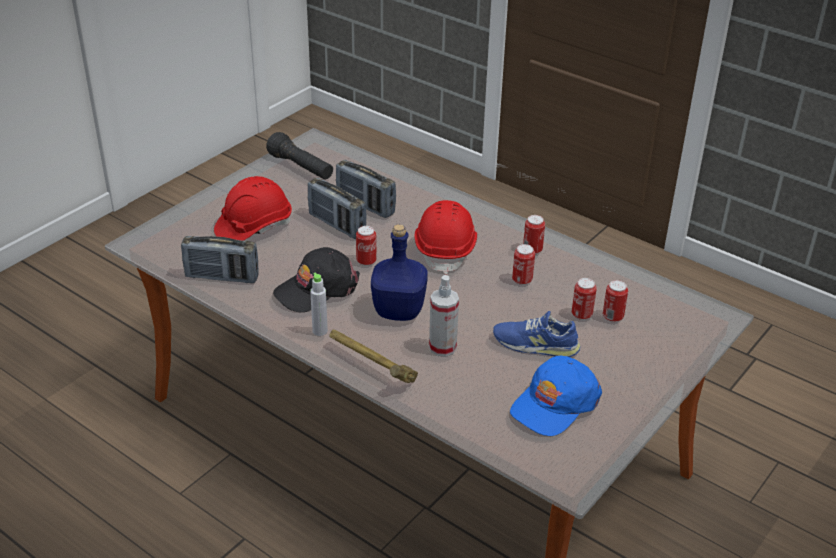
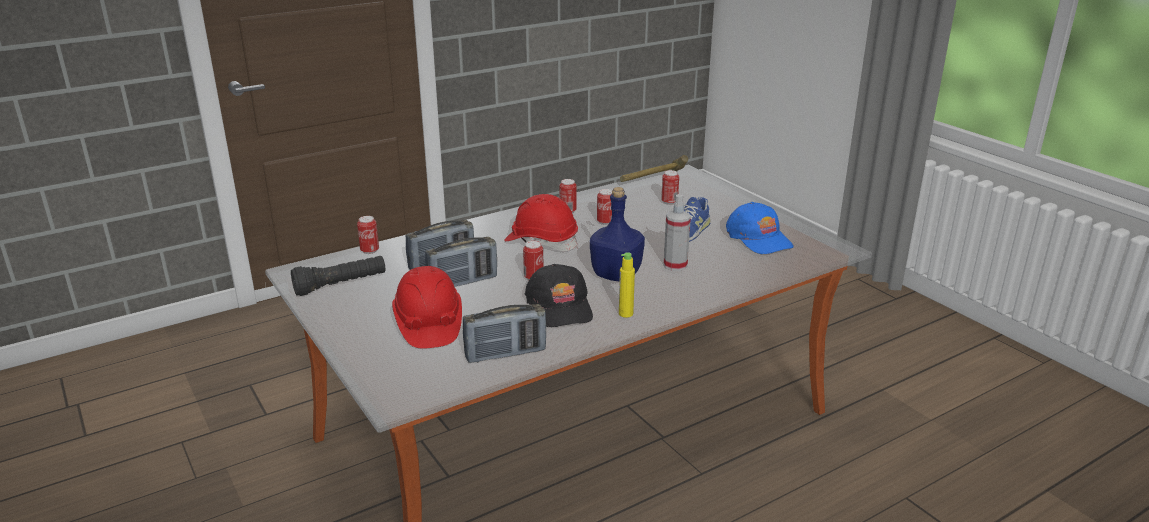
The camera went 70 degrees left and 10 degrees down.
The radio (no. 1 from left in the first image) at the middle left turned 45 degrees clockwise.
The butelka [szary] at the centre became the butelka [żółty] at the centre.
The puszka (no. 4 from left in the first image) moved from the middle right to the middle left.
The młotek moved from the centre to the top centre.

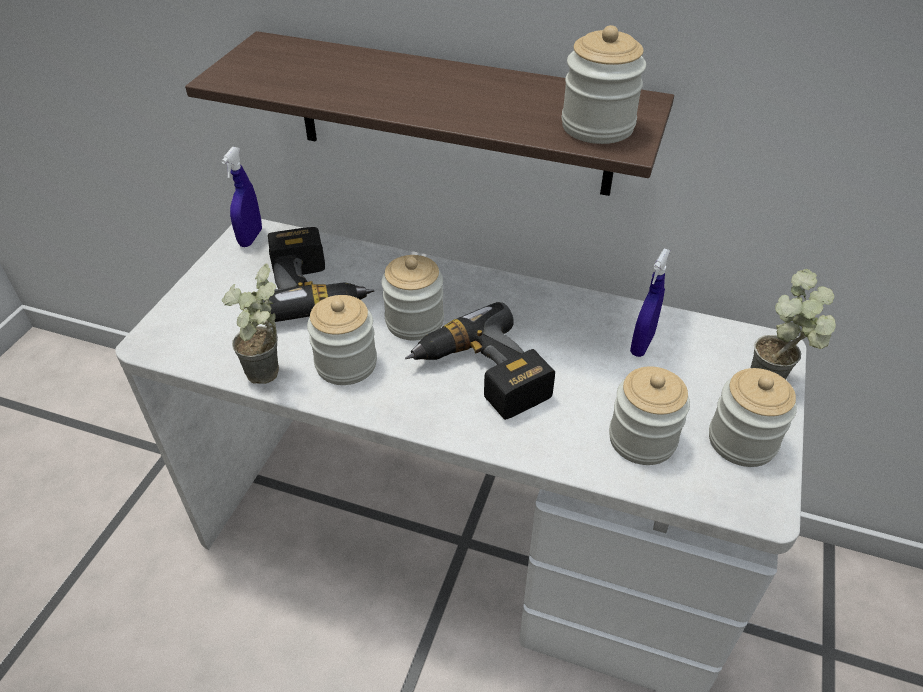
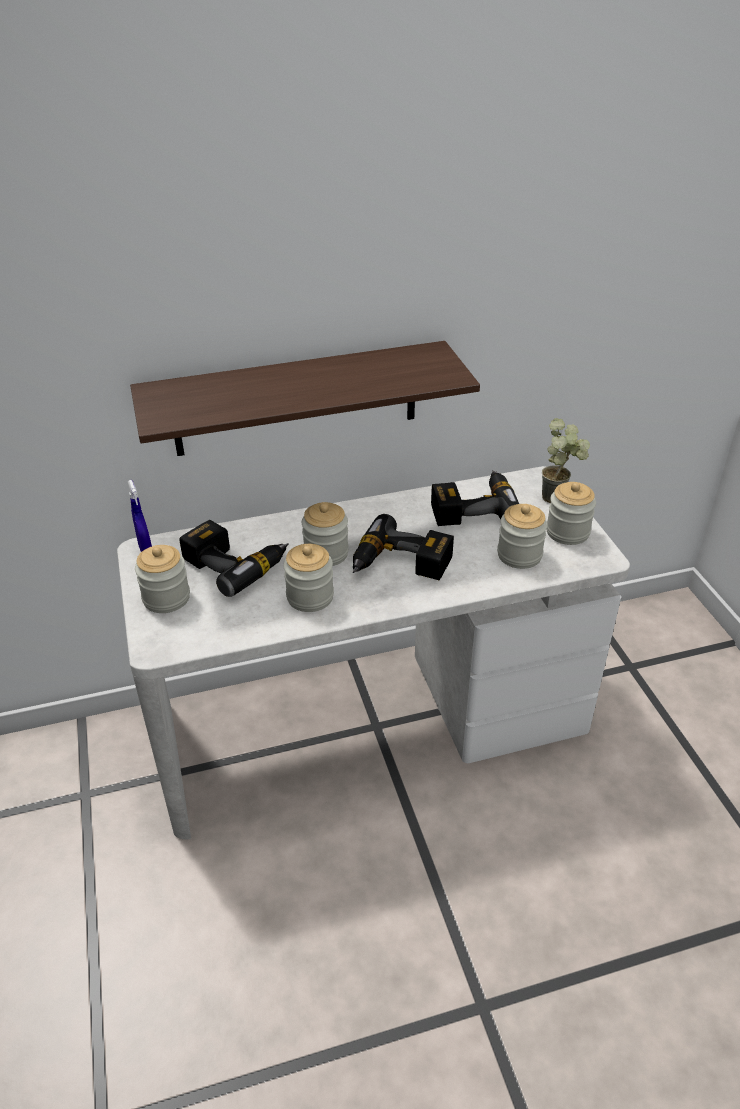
The camera went 35 degrees left and 5 degrees down.
The słoik (no. 3 from left in the first image) moved from the top centre to the middle left.
The spryskiwacz [niebieski] (no. 2 from left) at the middle right was replaced by the wiertarka (no. 3 from left) at the centre.
The roślina doniczkowa (no. 1 from left) at the middle left disappeared.

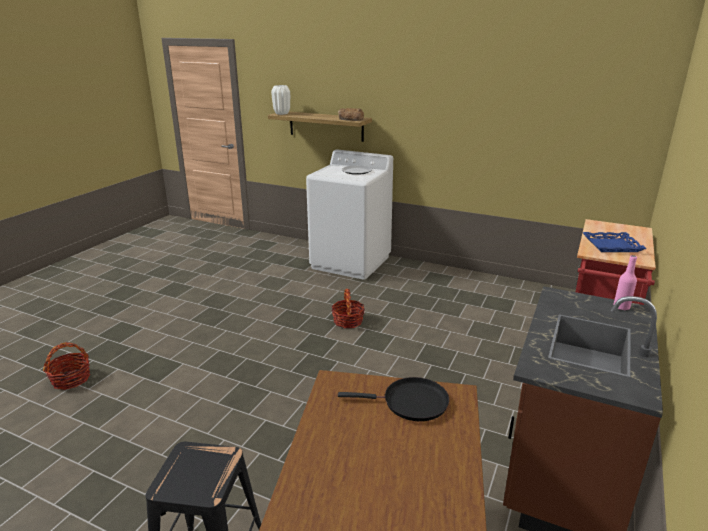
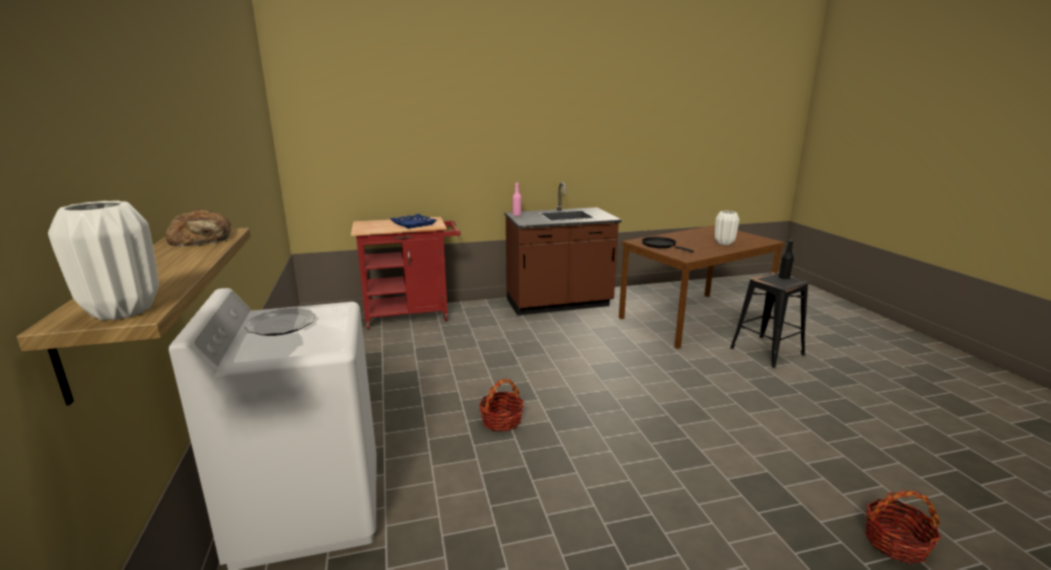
The camera went 130 degrees left and 5 degrees down.
The wazon [biały] (no. 2 from left) at the middle right appeared.
The butelka [czarny] at the middle right appeared.

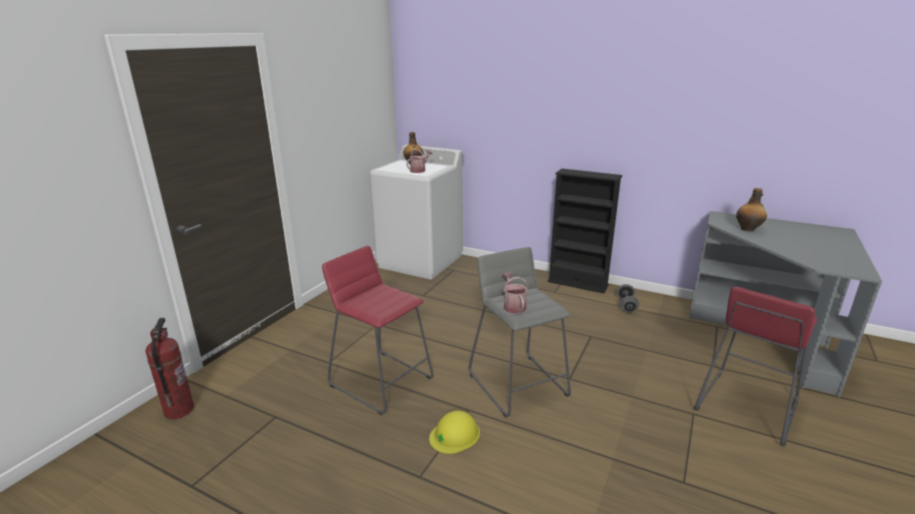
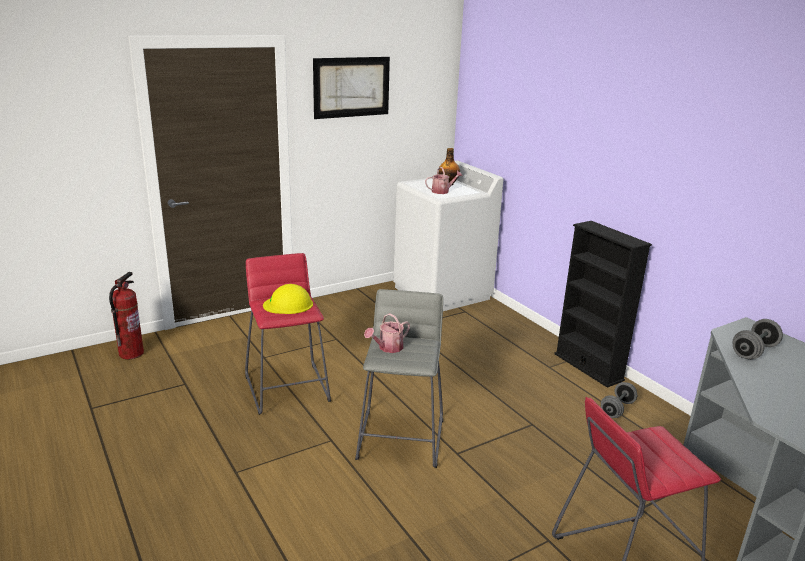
The camera went 30 degrees right and 0 degrees up.
The butelka (no. 2 from left) at the middle right was replaced by the hantel [szary] (no. 2 from left) at the middle right.
The konewka (no. 2 from left in the first image) at the centre turned 150 degrees counterclockwise.
The kask [żółty] moved from the bottom centre to the centre.
The obraz at the top centre appeared.

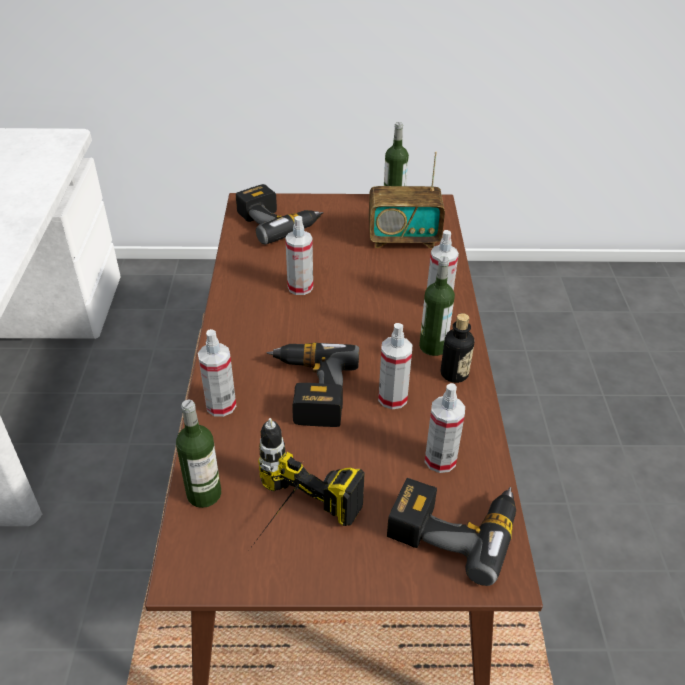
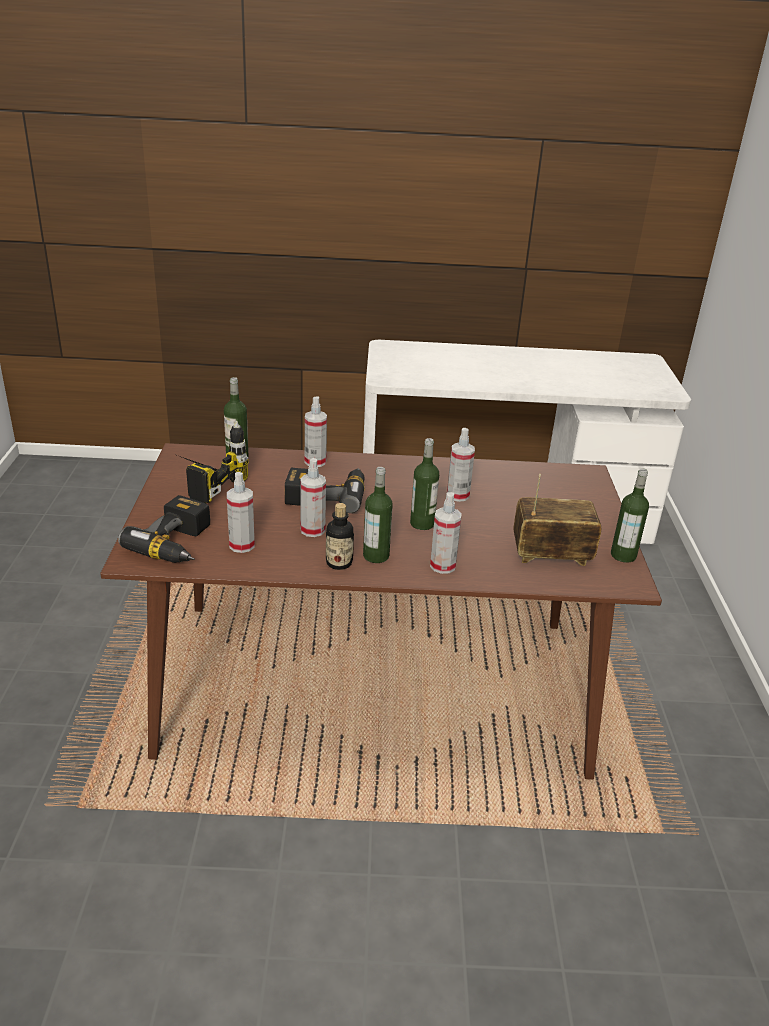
The camera went 90 degrees right and 10 degrees down.
The radio at the top centre turned 90 degrees clockwise.
The wiertarka (no. 1 from left) at the top centre disappeared.
The butelka (no. 4 from left) at the centre appeared.

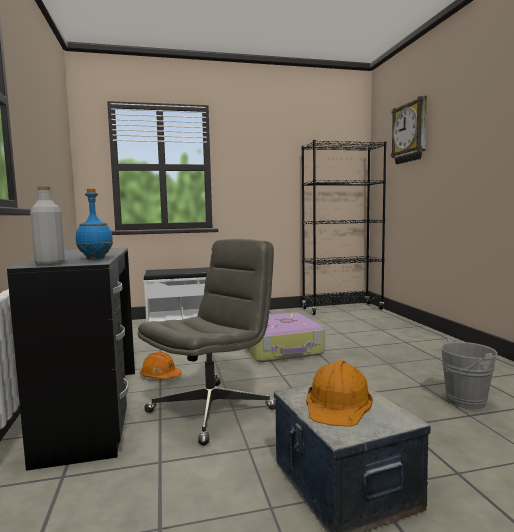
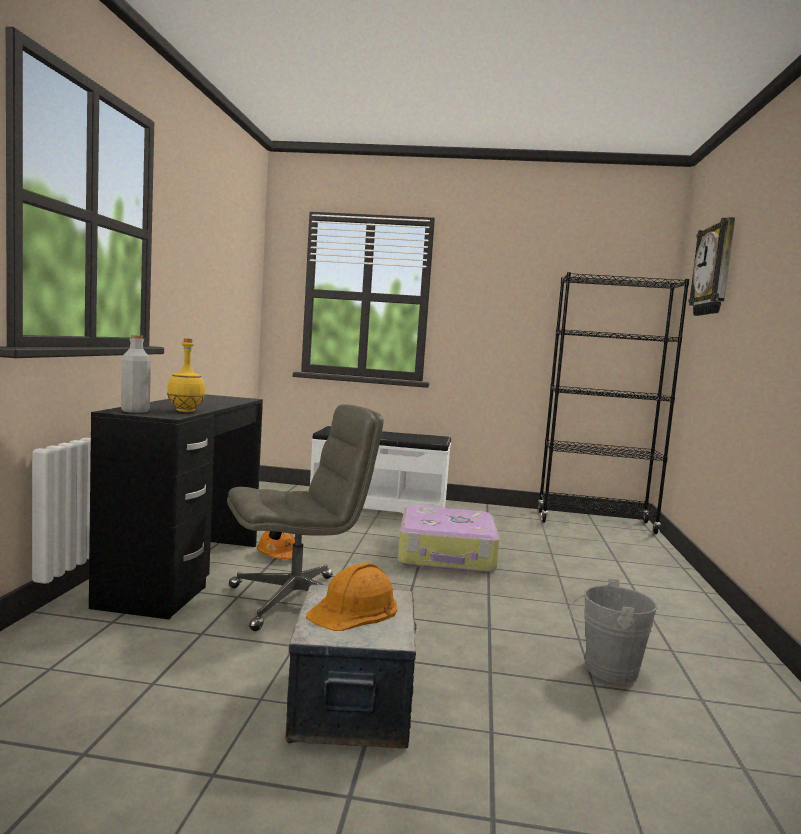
The camera went 20 degrees right and 0 degrees up.
The butelka [niebieski] at the middle left became the butelka [żółty] at the middle left.

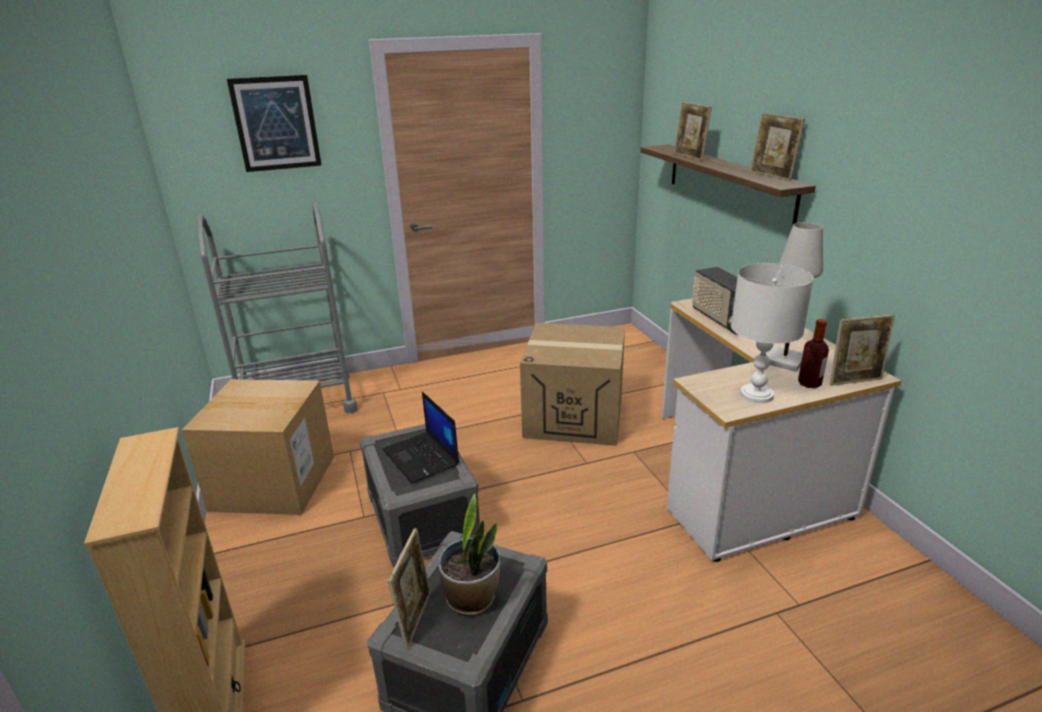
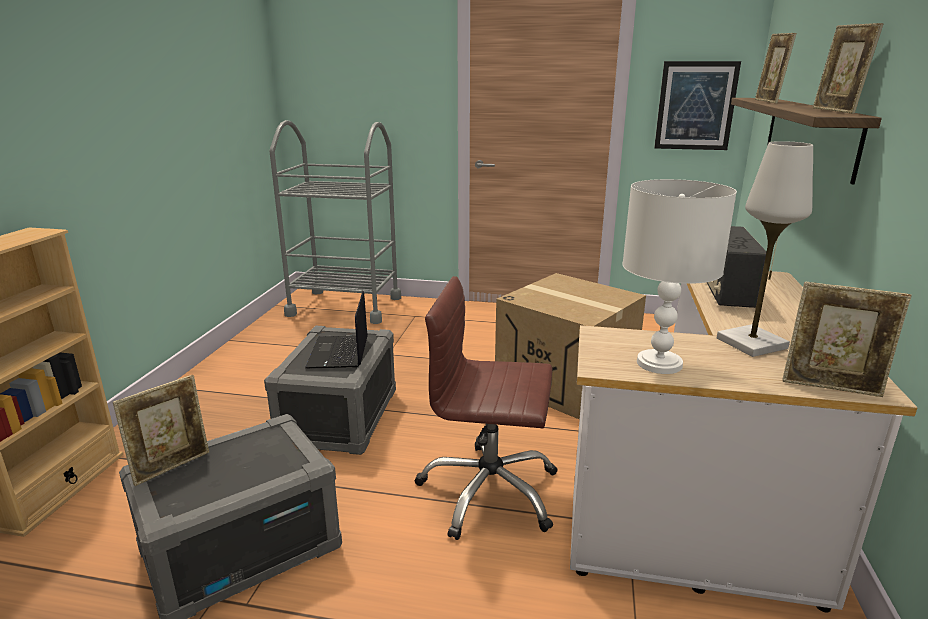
The camera went 30 degrees right and 5 degrees down.
The obraz moved from the top left to the top right.
The butelka at the middle right disappeared.
The karton (no. 1 from left) at the middle left disappeared.
The roślina doniczkowa at the bottom centre disappeared.
The krzesło biurowe [brązowy] at the centre appeared.

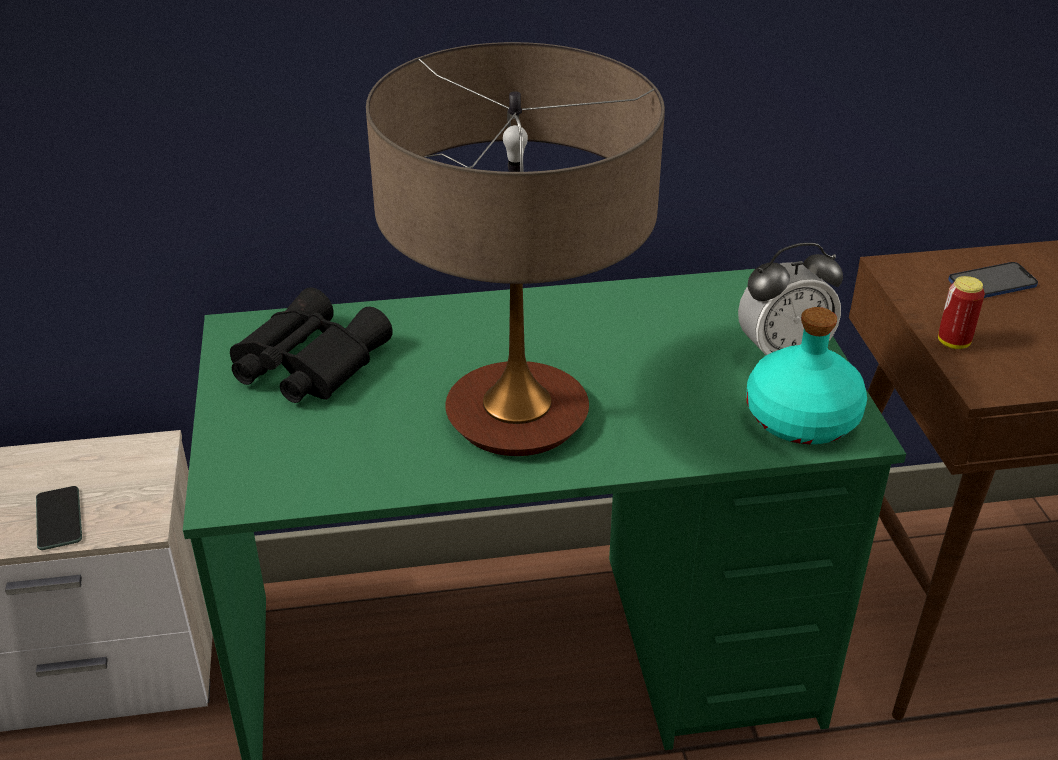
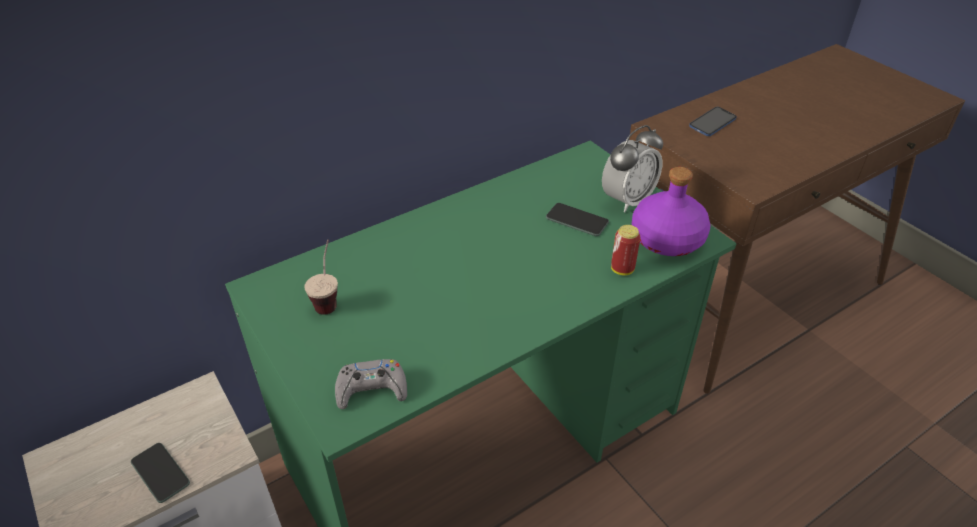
The camera went 25 degrees left and 5 degrees up.
The lampa stołowa at the top centre disappeared.
The puszka moved from the middle right to the centre.
The lornetka [czarny] at the middle left was replaced by the filiżanka at the middle left.
The butelka [turkusowy] at the middle right became the butelka [fioletowy] at the middle right.
The telefon (no. 2 from left) at the centre appeared.
The pad do gier [szary] at the bottom centre appeared.

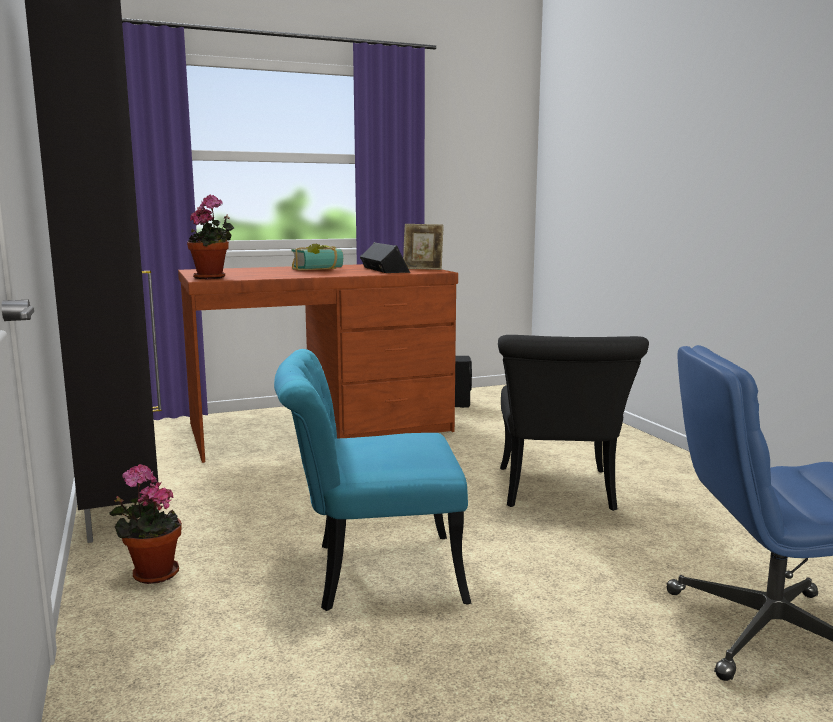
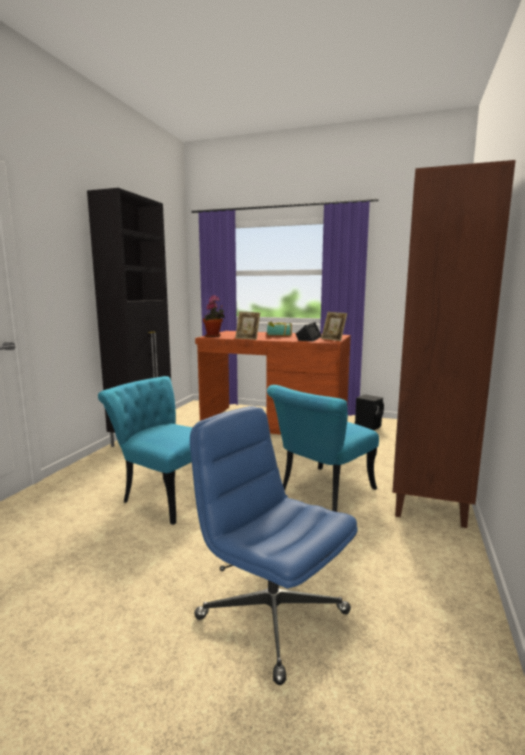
The camera went 40 degrees right and 0 degrees up.
The krzesło [czarny] at the middle right became the krzesło [turkusowy] (no. 2 from left) at the centre.
The roślina doniczkowa (no. 1 from left) at the bottom left disappeared.
The regał [brązowy] at the middle right appeared.
The ramka na zdjęcie (no. 1 from left) at the centre appeared.

